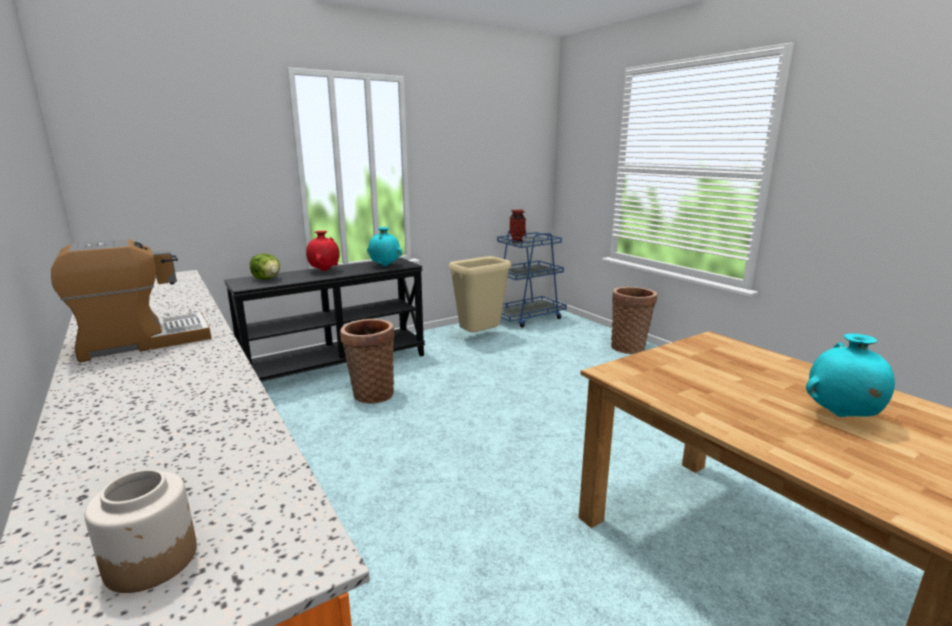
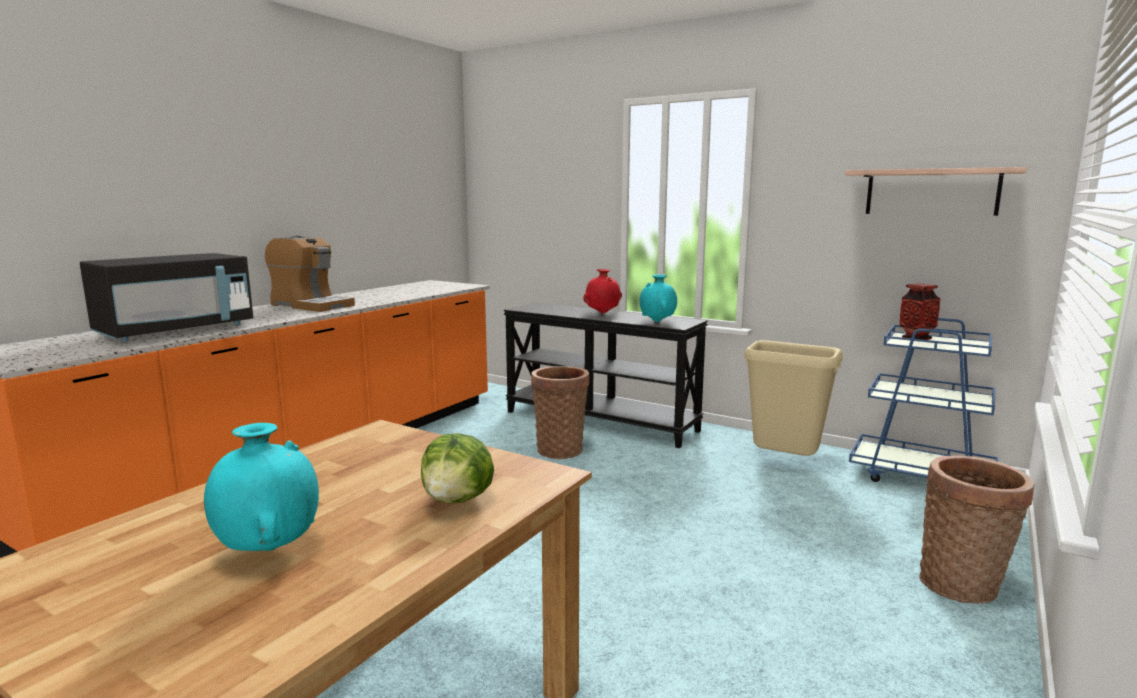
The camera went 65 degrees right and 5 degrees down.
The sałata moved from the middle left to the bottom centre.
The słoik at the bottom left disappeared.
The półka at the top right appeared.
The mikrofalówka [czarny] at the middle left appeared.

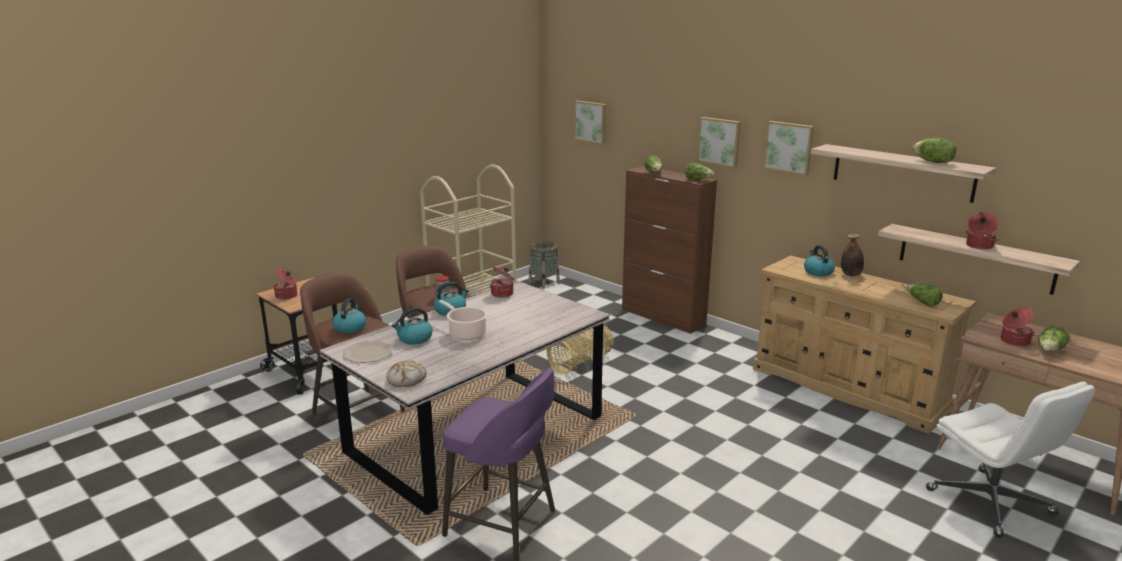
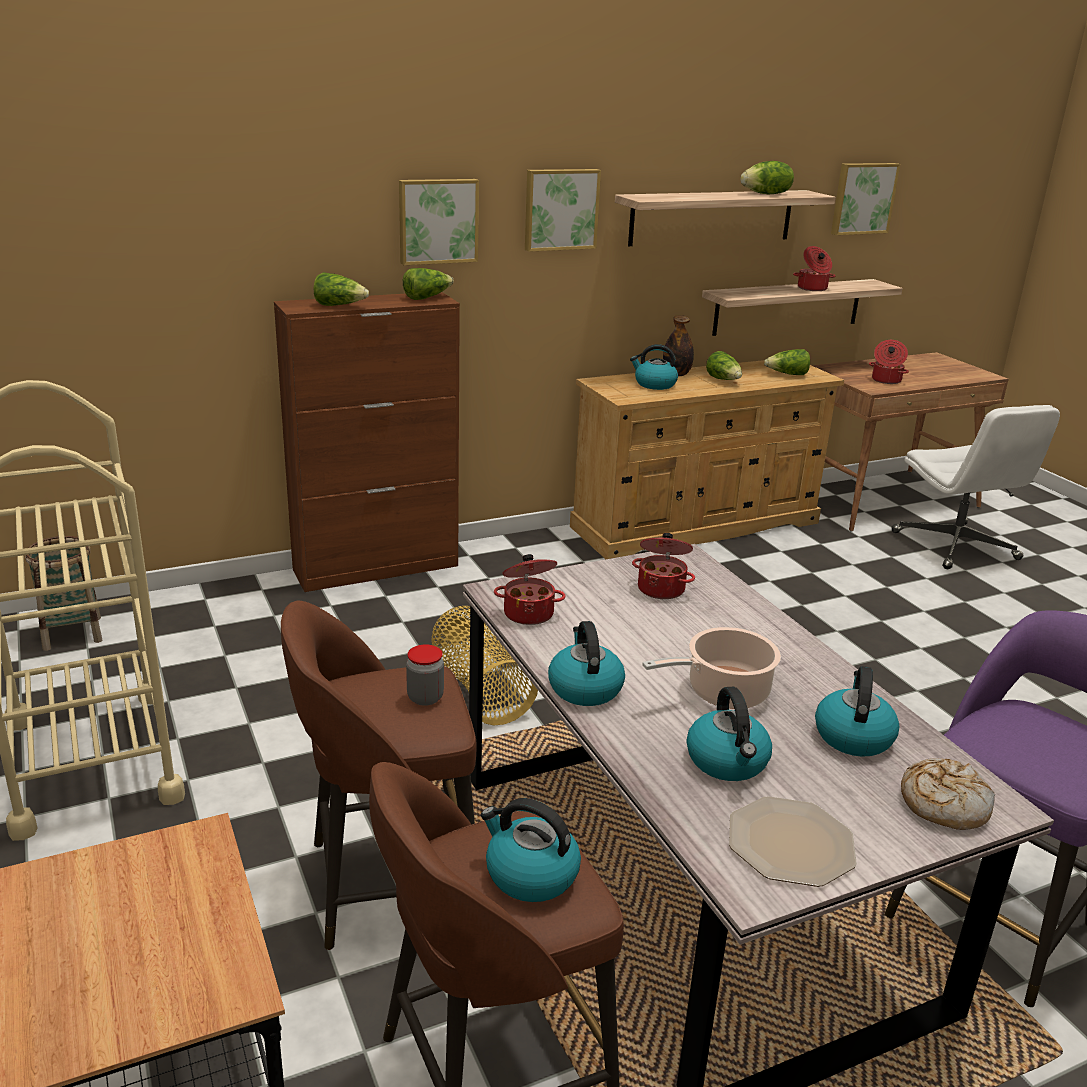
The camera went 70 degrees left and 5 degrees up.
The obraz (no. 1 from left in the first image) moved from the top centre to the top right.
The garnek (no. 1 from left in the first image) moved from the middle left to the centre.
The sałata (no. 5 from left in the first image) moved from the middle right to the centre.
The krzesło biurowe [biały] at the bottom right turned 75 degrees clockwise.
The czajnik (no. 5 from left) at the middle right appeared.

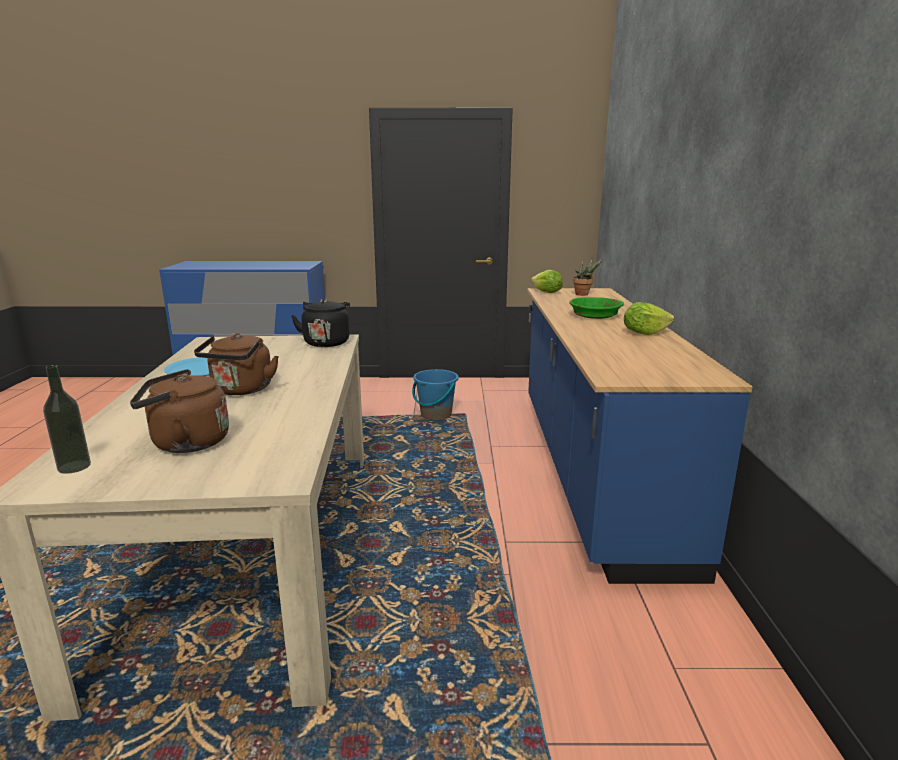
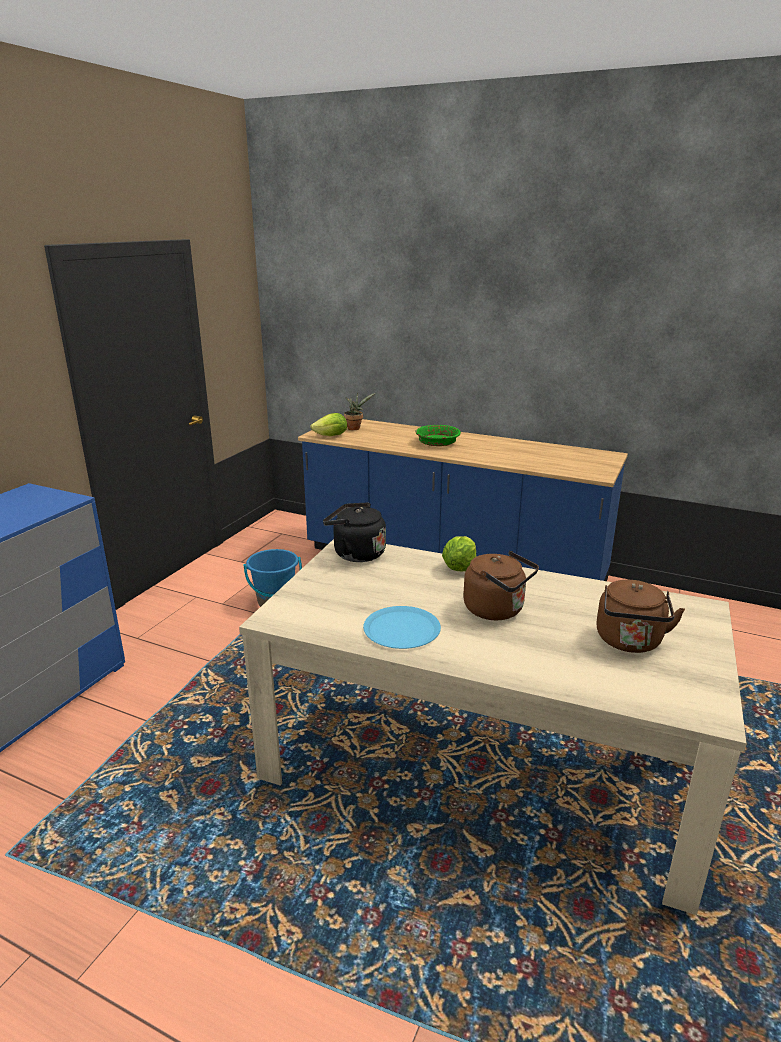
The camera went 65 degrees left and 5 degrees up.
The sałata (no. 2 from left) moved from the middle right to the centre.
The butelka at the middle left disappeared.

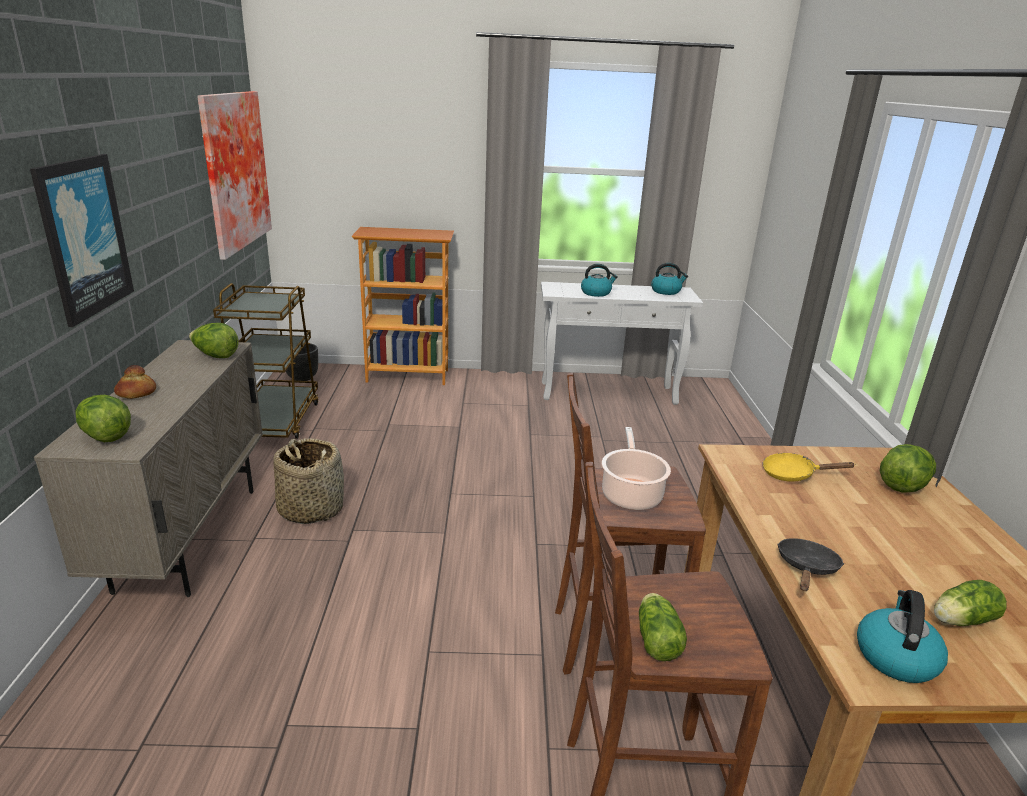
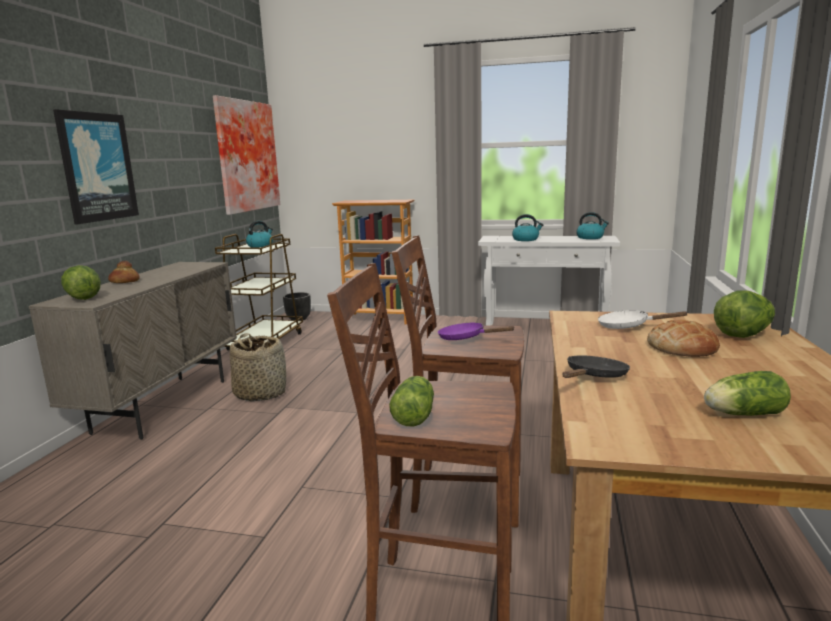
The camera went 15 degrees right and 10 degrees down.
The sałata (no. 2 from left) at the middle left disappeared.
The garnek at the centre was replaced by the patelnia [fioletowy] at the centre.
The patelnia [żółty] at the middle right became the patelnia [biały] at the middle right.
The czajnik (no. 3 from left in the first image) moved from the bottom right to the middle left.
The chleb (no. 2 from left) at the middle right appeared.

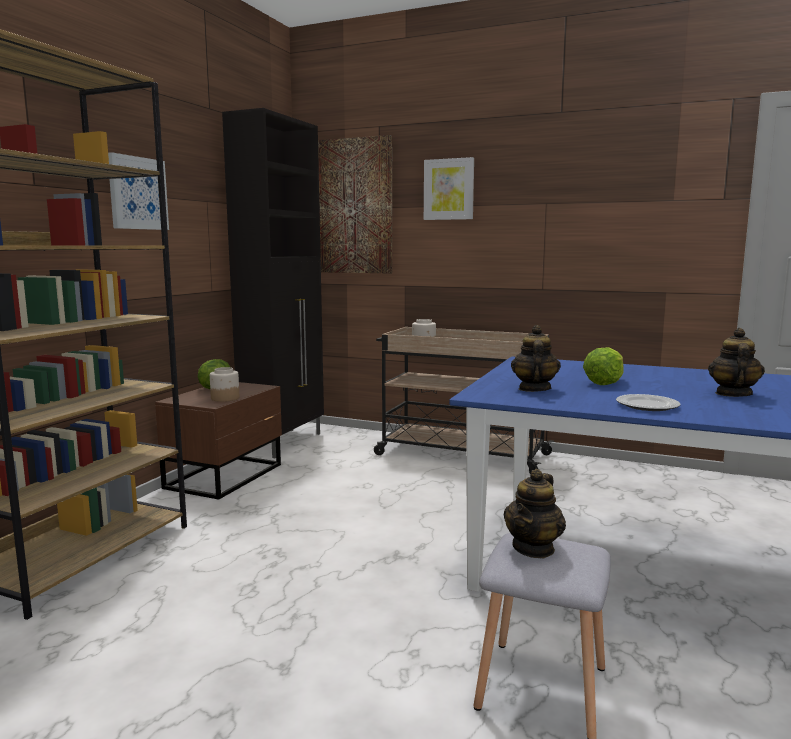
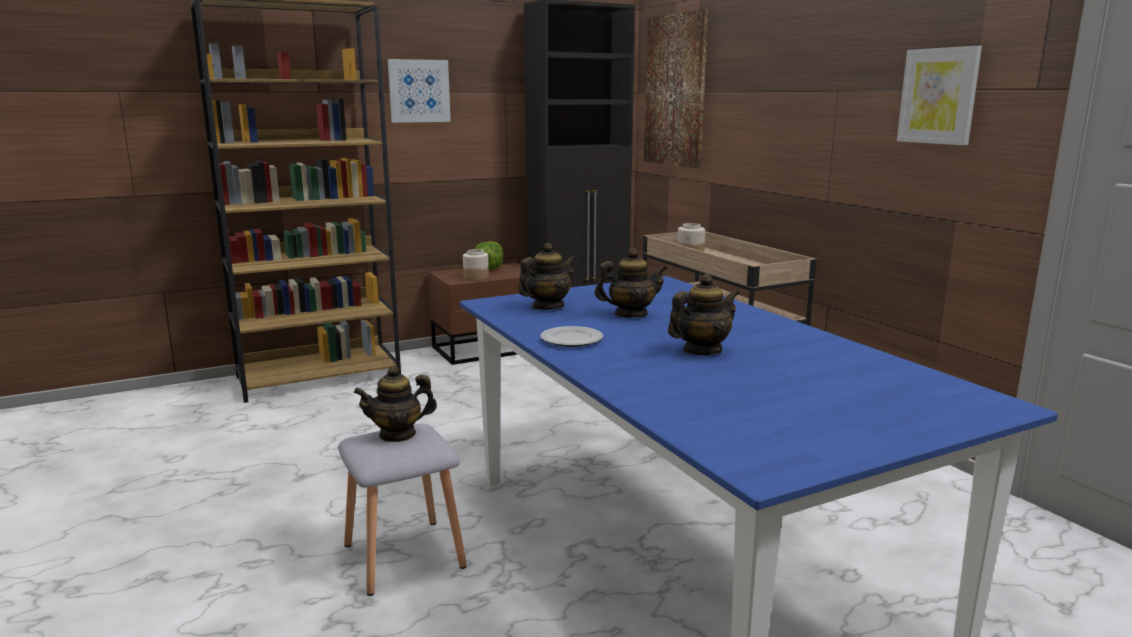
The camera went 40 degrees right and 5 degrees up.
The obraz (no. 3 from left) moved from the top centre to the top right.
The sałata (no. 2 from left) at the middle right was replaced by the imbryk (no. 3 from left) at the centre.

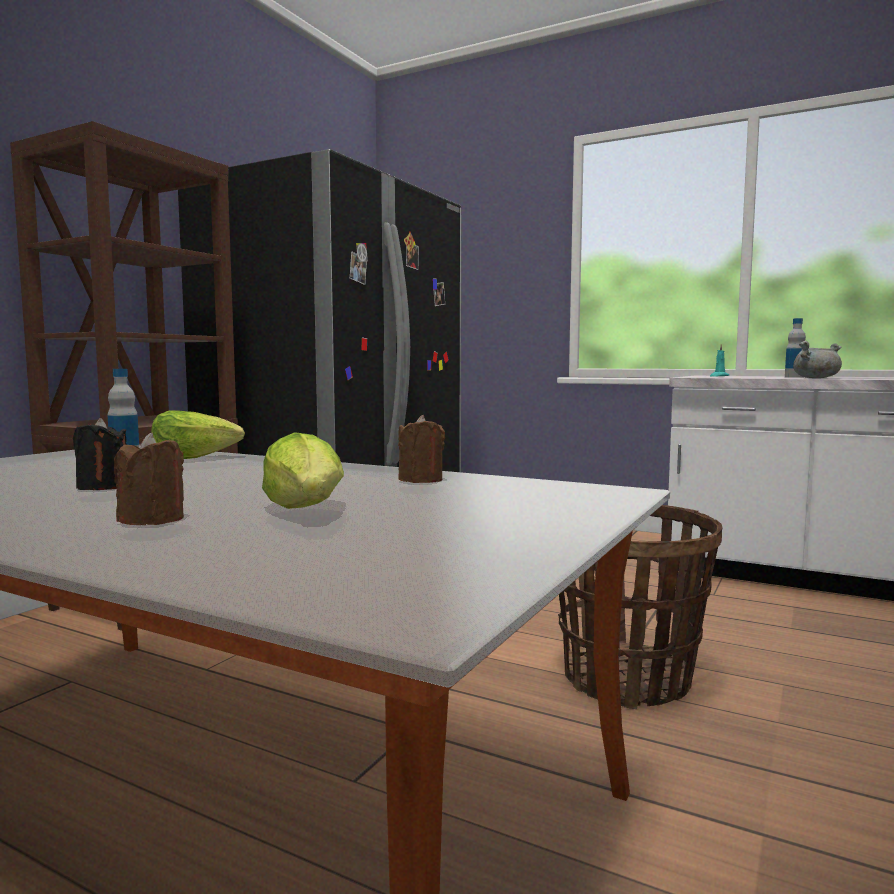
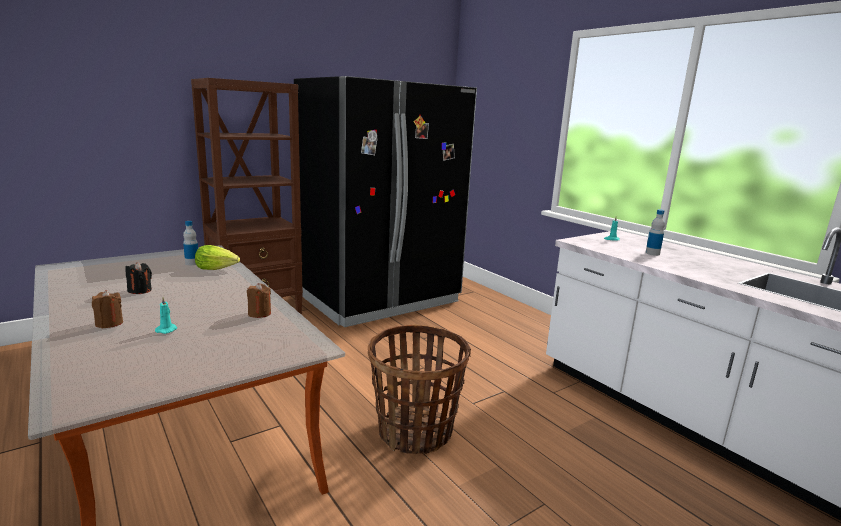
The camera went 25 degrees right and 10 degrees up.
The garnek [szary] at the middle right disappeared.
The sałata (no. 2 from left) at the centre was replaced by the świeca [turkusowy] (no. 1 from left) at the middle left.

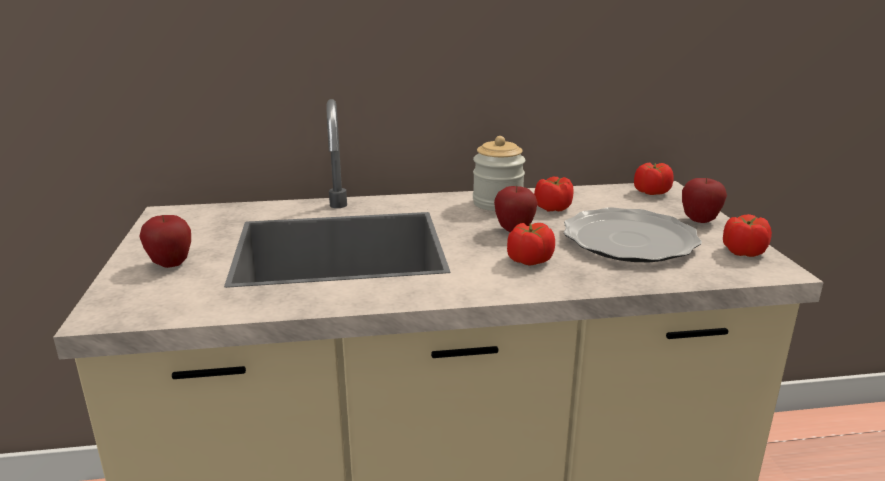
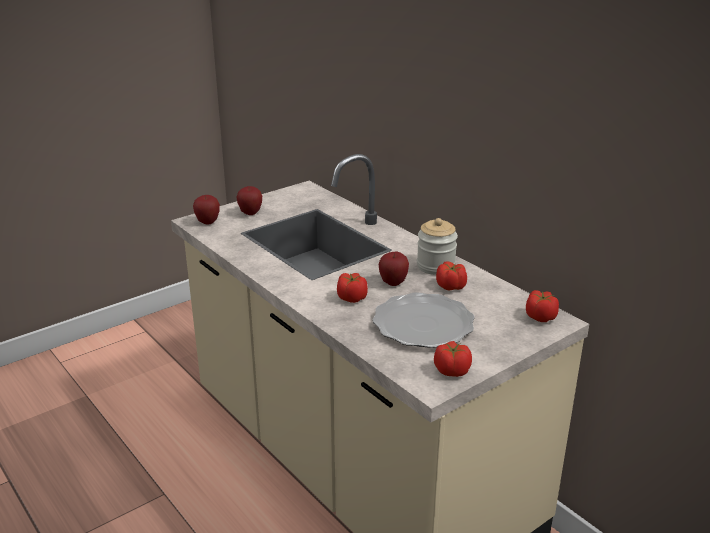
The camera went 60 degrees right and 5 degrees up.
The jabłko (no. 3 from left in the first image) moved from the middle right to the middle left.

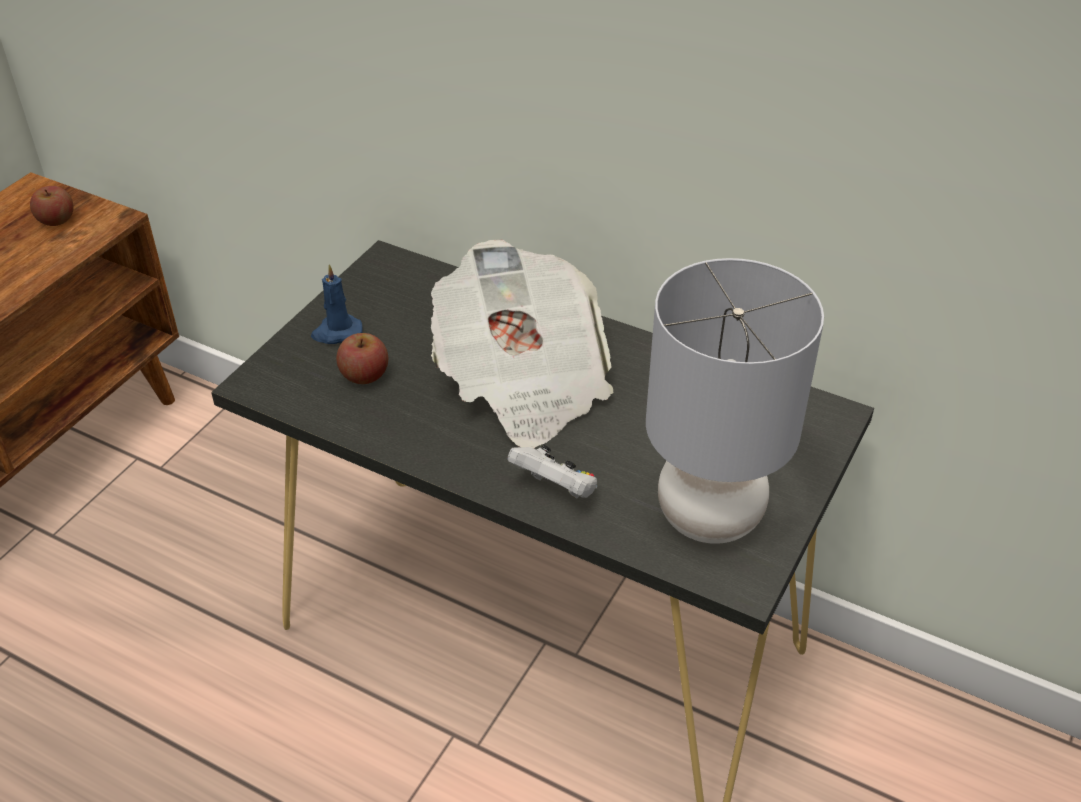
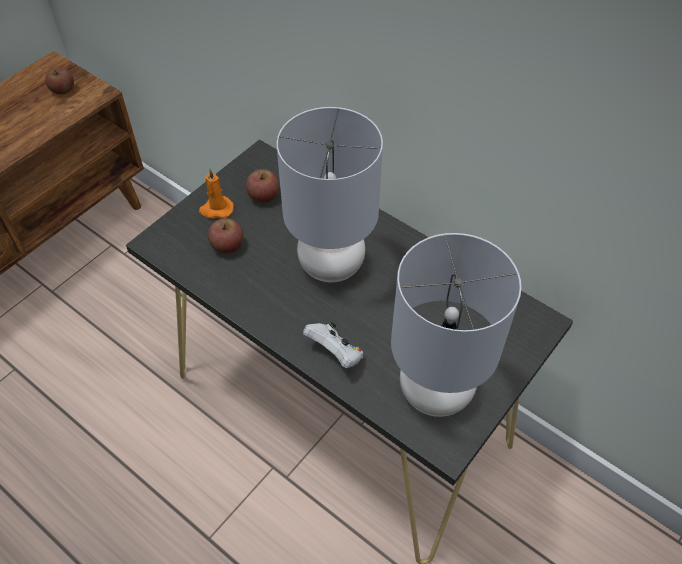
The camera went 10 degrees right and 10 degrees up.
The gazeta at the centre was replaced by the lampa stołowa [szary] (no. 1 from left) at the centre.
The świeca [niebieski] at the middle left became the świeca [pomarańczowy] at the middle left.
The jabłko (no. 3 from left) at the top centre appeared.

